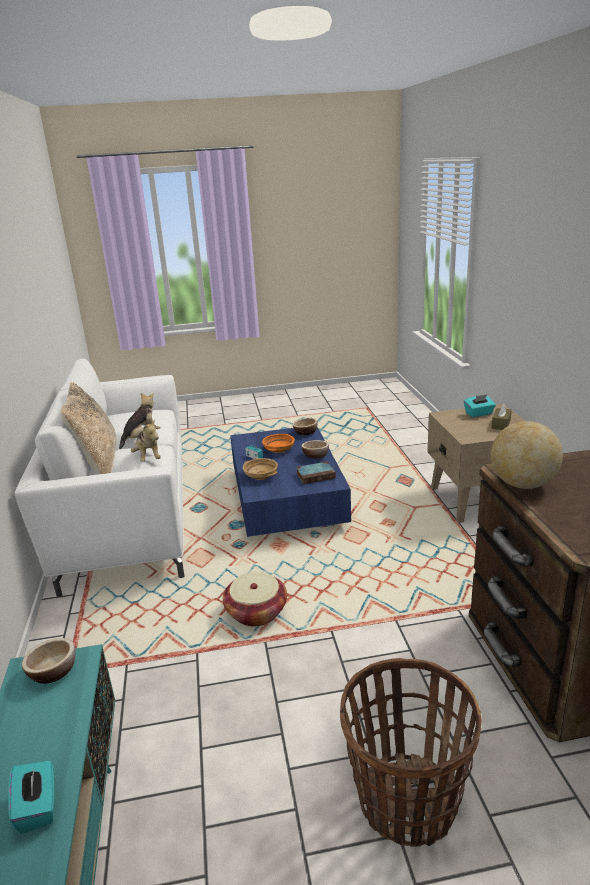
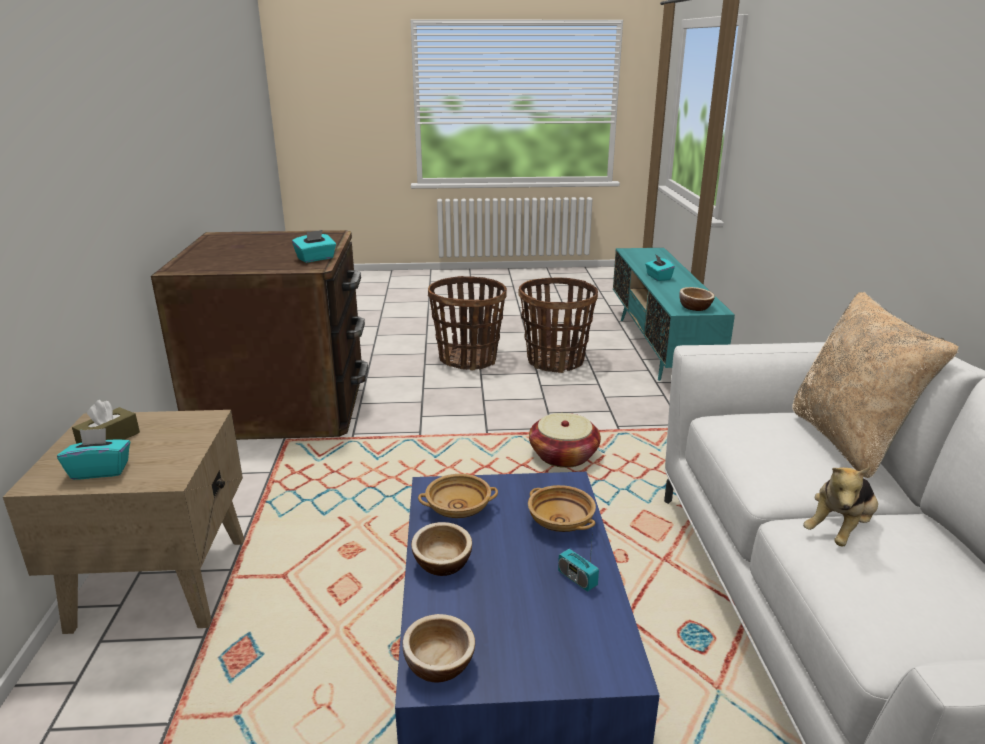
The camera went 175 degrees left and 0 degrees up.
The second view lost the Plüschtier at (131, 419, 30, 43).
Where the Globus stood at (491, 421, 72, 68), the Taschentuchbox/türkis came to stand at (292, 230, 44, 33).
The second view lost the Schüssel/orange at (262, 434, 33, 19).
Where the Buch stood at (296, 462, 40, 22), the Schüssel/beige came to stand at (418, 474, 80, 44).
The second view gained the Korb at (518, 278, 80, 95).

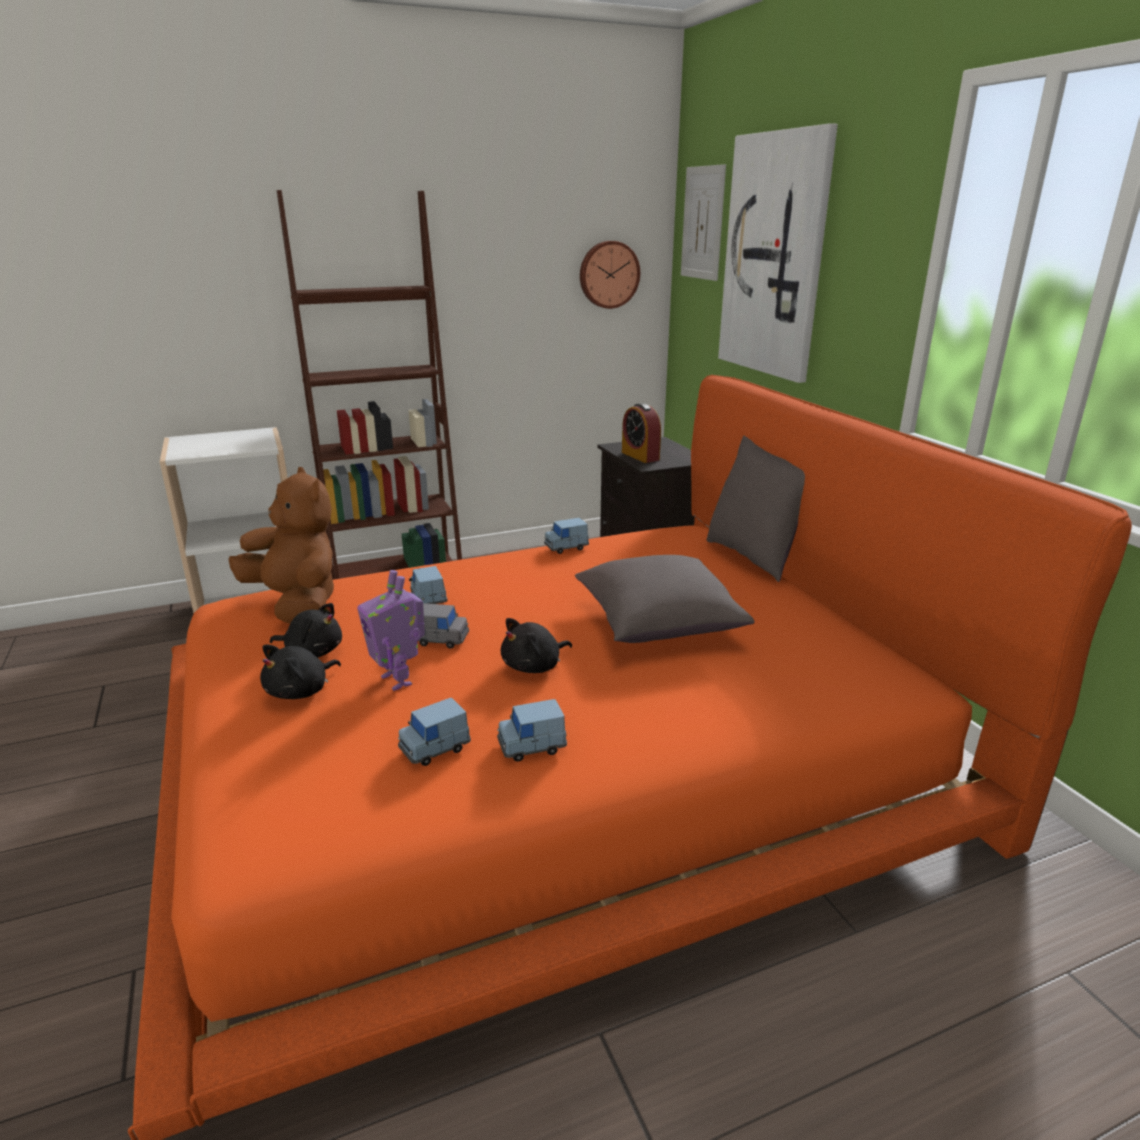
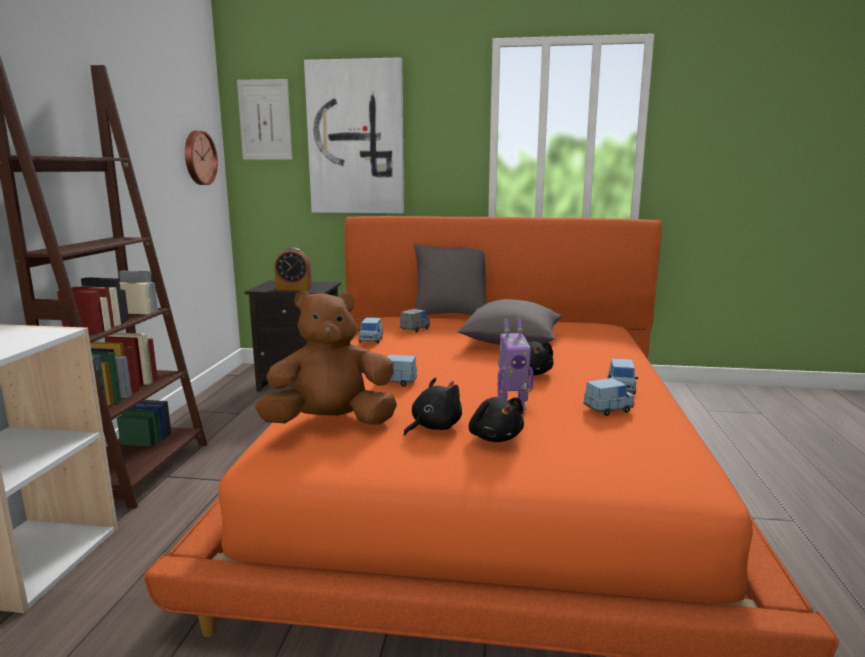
The camera went 60 degrees left and 10 degrees down.
The Spielzeugauto/grau ended up elsewhere, having gone from (418, 603, 51, 45) to (400, 309, 30, 23).
The Spielzeugauto/blau at (398, 698, 73, 68) ended up facing another way, 105 degrees counterclockwise from before.

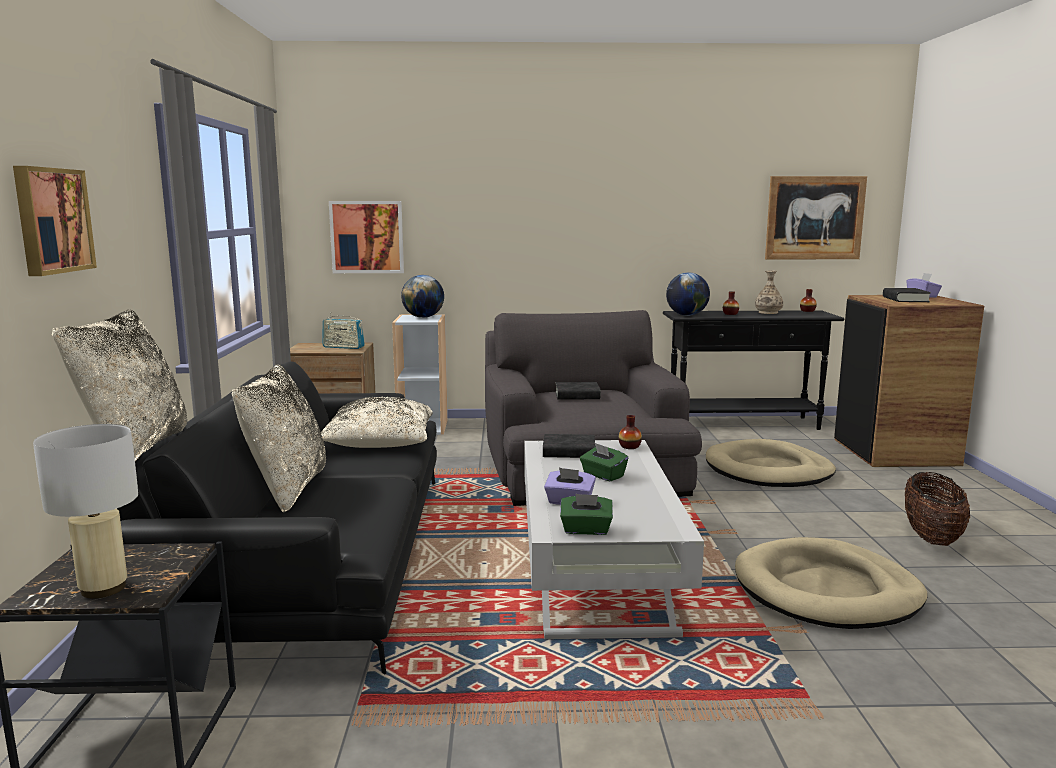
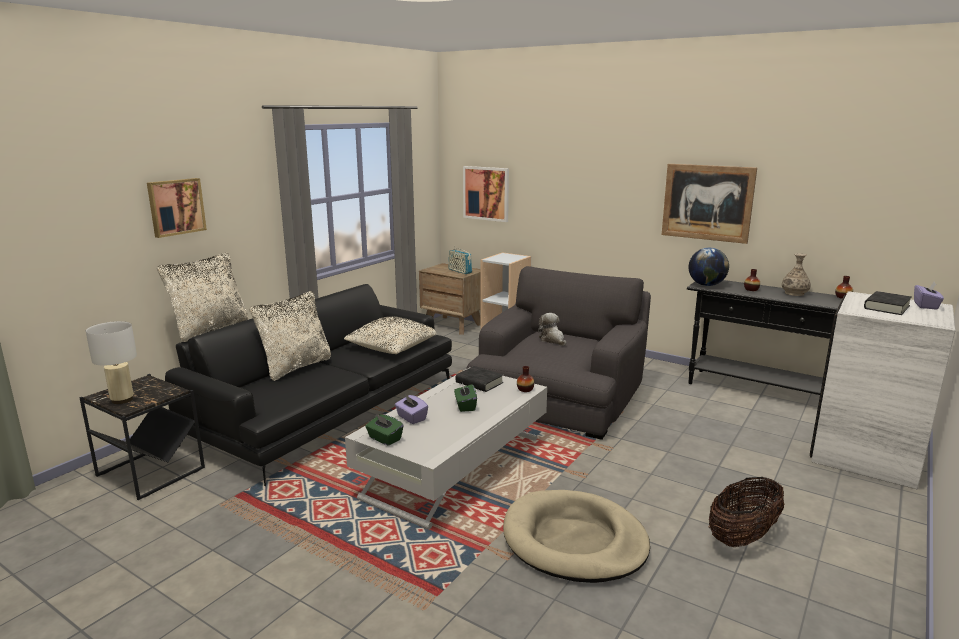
The camera went 35 degrees right and 5 degrees up.
The Bild ended up elsewhere, having gone from (765, 176, 102, 83) to (662, 164, 95, 80).
The second view lost the Globus at (401, 275, 43, 43).
What was the Schrank/braun at (834, 295, 150, 172) turned into the Schrank/weiß at (810, 291, 146, 198).
Where the Buch/schwarz stood at (555, 382, 46, 18), the Plüschtier came to stand at (538, 313, 28, 33).
The second view lost the Hundebett/beige at (706, 439, 130, 48).

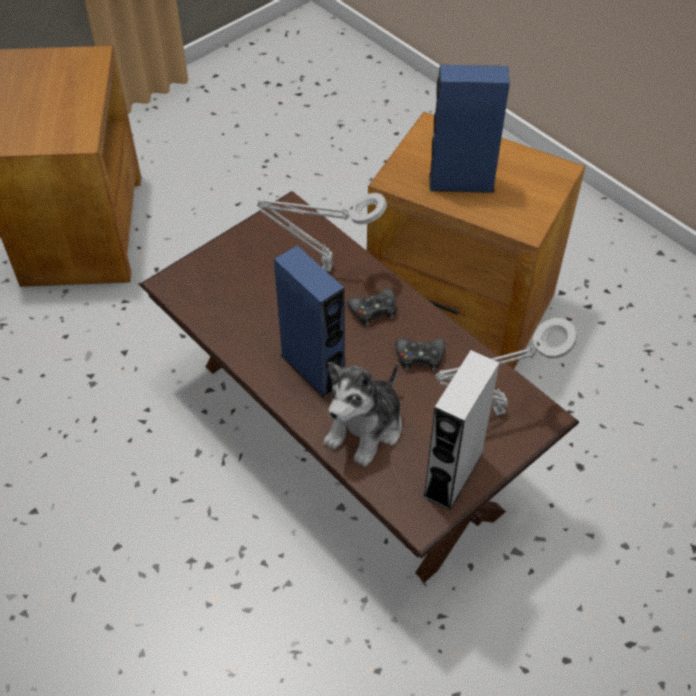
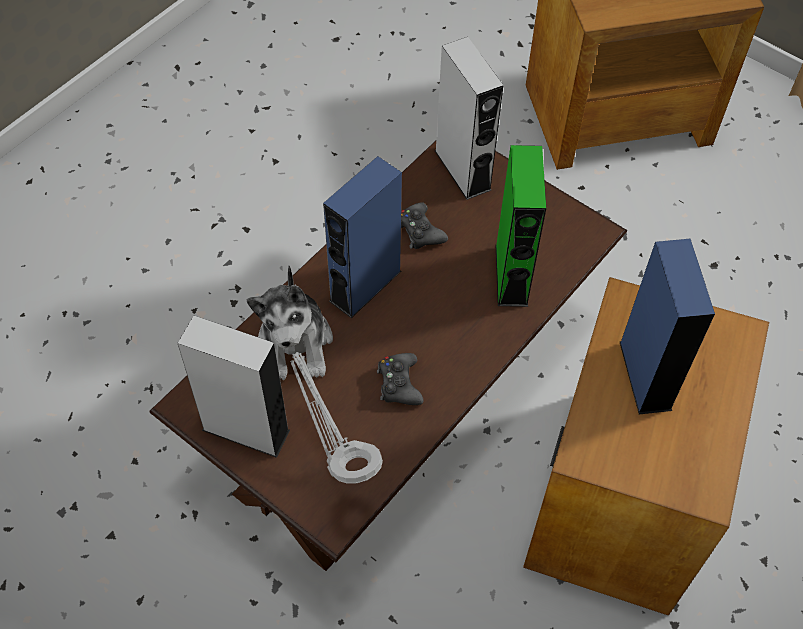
The camera went 80 degrees right and 5 degrees up.
Where the Tischlampe/grau stood at (257, 193, 130, 79), the Lautsprecher/grün came to stand at (496, 145, 50, 162).
The Gamepad/schwarz ended up elsewhere, having gone from (347, 288, 49, 38) to (401, 202, 47, 47).
The Plüschtier at (323, 362, 79, 105) ended up facing another way, 120 degrees counterclockwise from before.
The second view gained the Lautsprecher/grau at (435, 37, 69, 163).

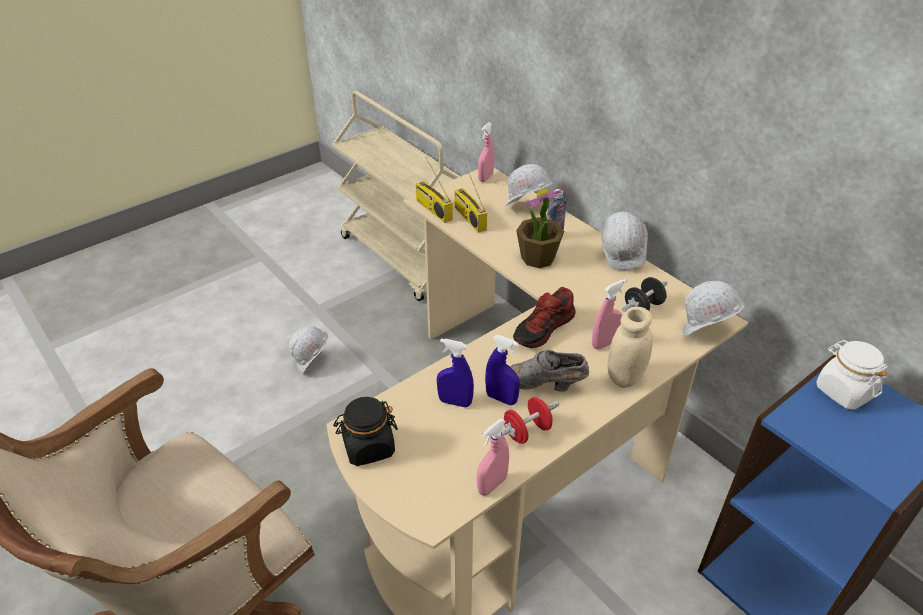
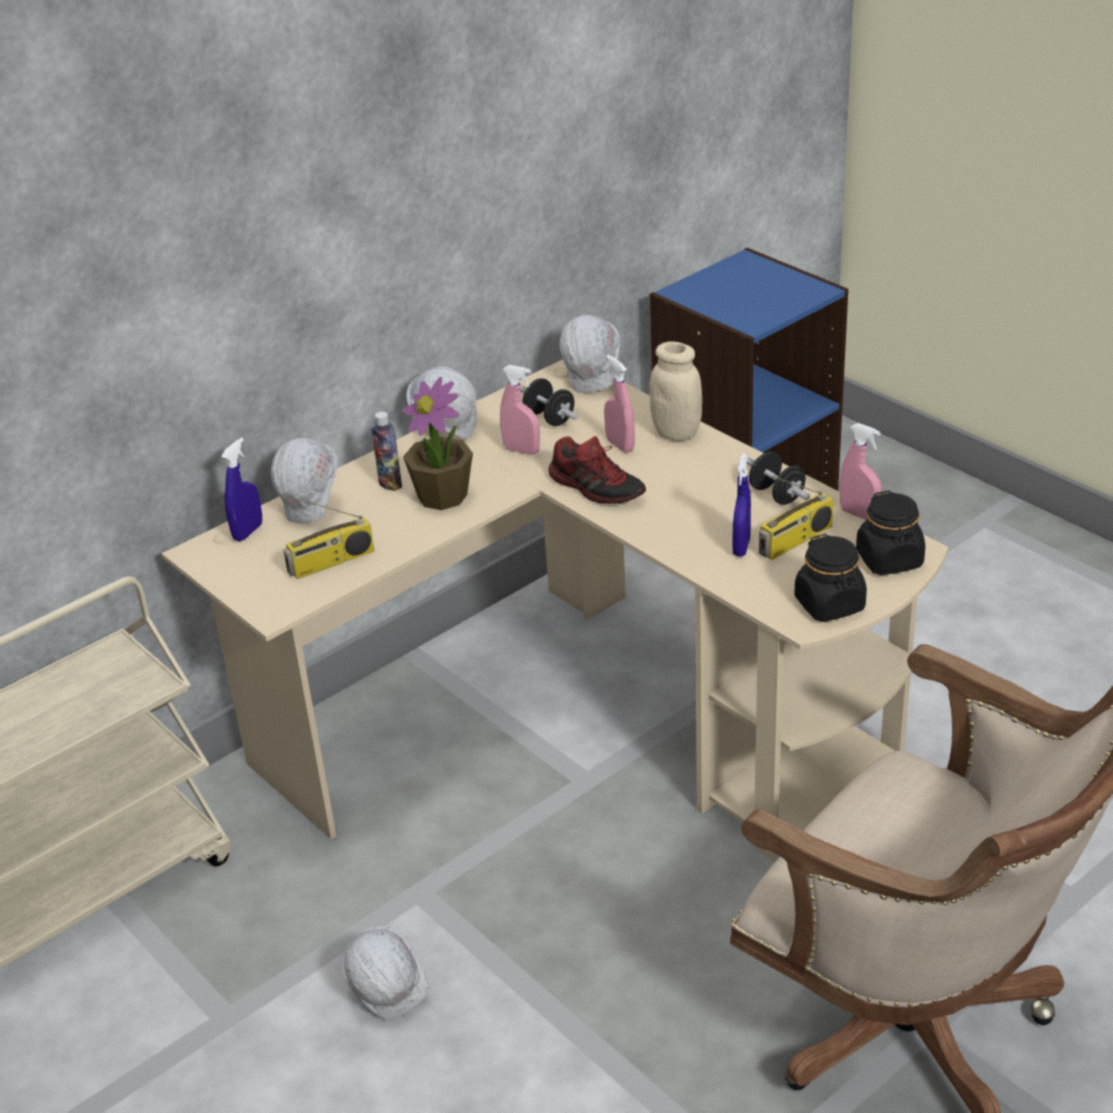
The camera went 90 degrees left and 5 degrees down.
The Sprühflasche/rosa ended up elsewhere, having gone from (478, 122, 17, 60) to (500, 365, 40, 90).
The Radio ended up elsewhere, having gone from (416, 158, 37, 65) to (759, 476, 74, 84).
The Sprühflasche/blau ended up elsewhere, having gone from (485, 335, 35, 70) to (221, 438, 41, 103).
The second view lost the Vorratsglas/weiß at (817, 340, 71, 70).
The second view lost the Schuh/grau at (510, 350, 79, 42).
What was the Hantel/rot at (502, 397, 57, 47) turned into the Hantel/schwarz at (747, 451, 63, 54).
The second view gained the Vorratsglas/schwarz at (856, 491, 69, 84).

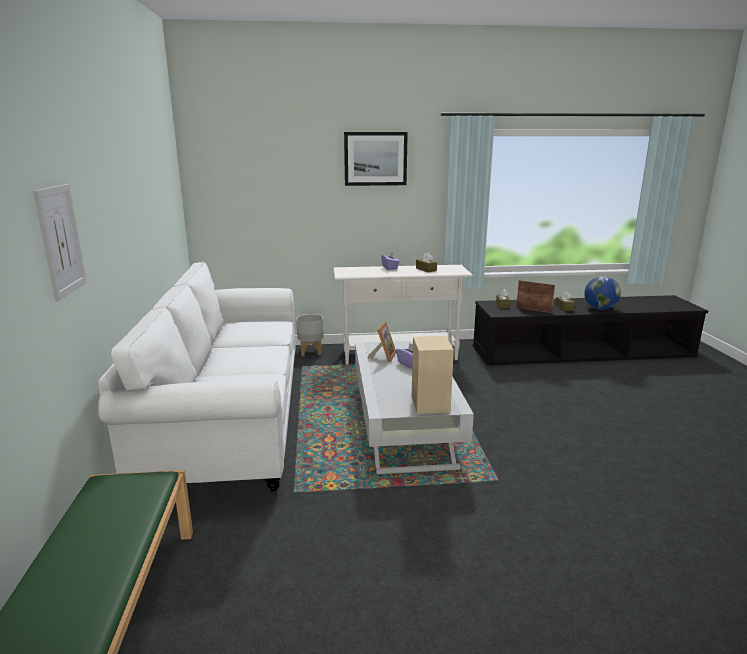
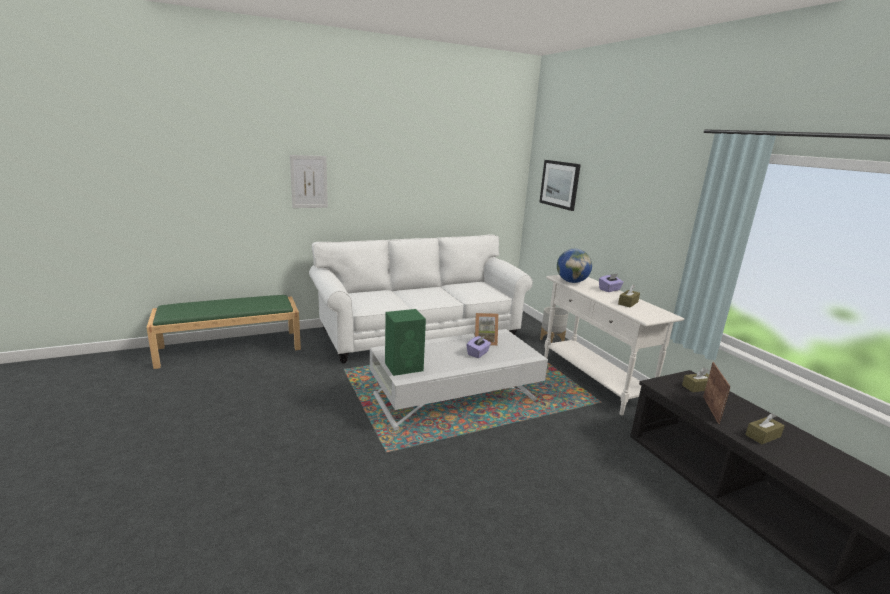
The camera went 70 degrees right and 0 degrees up.
The Bild ended up elsewhere, having gone from (344, 132, 64, 54) to (540, 160, 41, 51).
The Globus ended up elsewhere, having gone from (584, 276, 37, 34) to (557, 249, 35, 34).
What was the Lautsprecher/beige at (411, 336, 43, 78) turned into the Lautsprecher/grün at (385, 309, 41, 67).

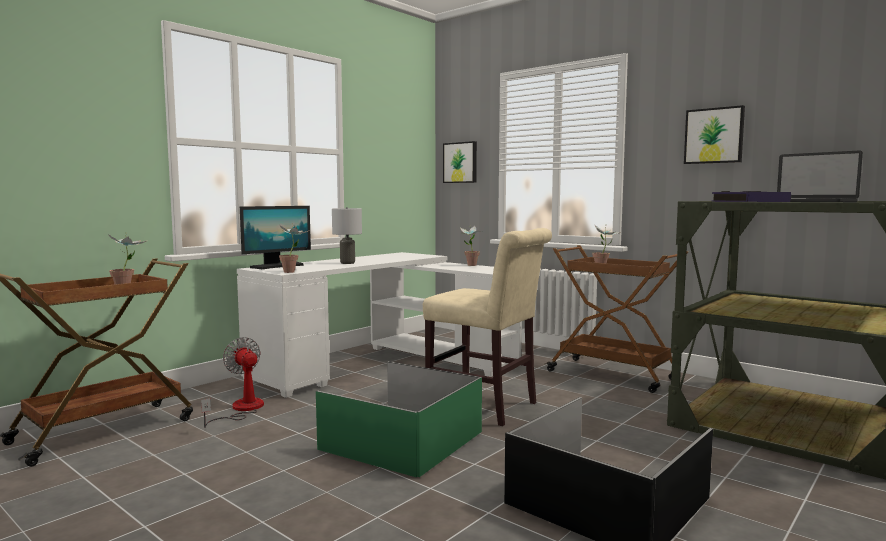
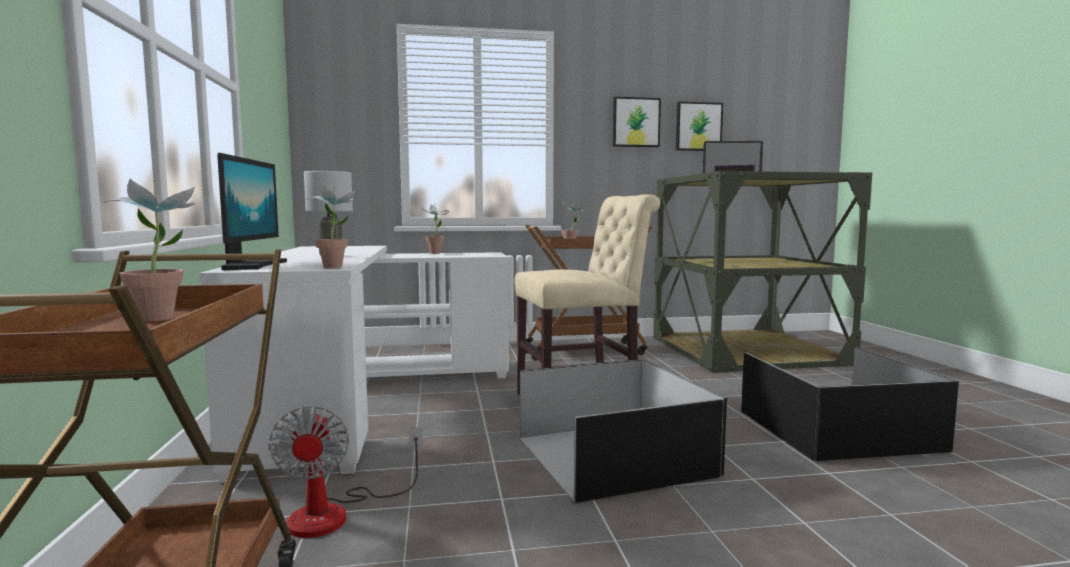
The camera went 50 degrees left and 0 degrees up.
The Bild ended up elsewhere, having gone from (443, 141, 34, 42) to (676, 102, 47, 49).
The Ventilator at (201, 337, 63, 91) ended up facing another way, 105 degrees counterclockwise from before.
What was the Aufbewahrungsbox/grün at (316, 361, 166, 116) turned into the Aufbewahrungsbox/schwarz at (520, 359, 207, 144).

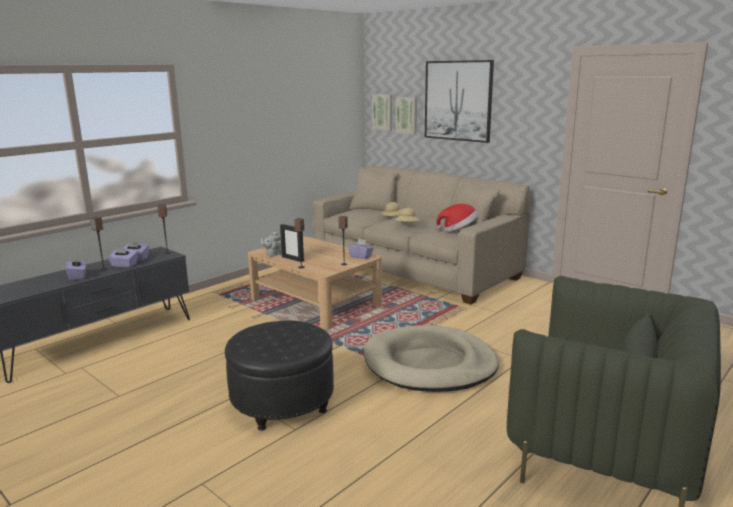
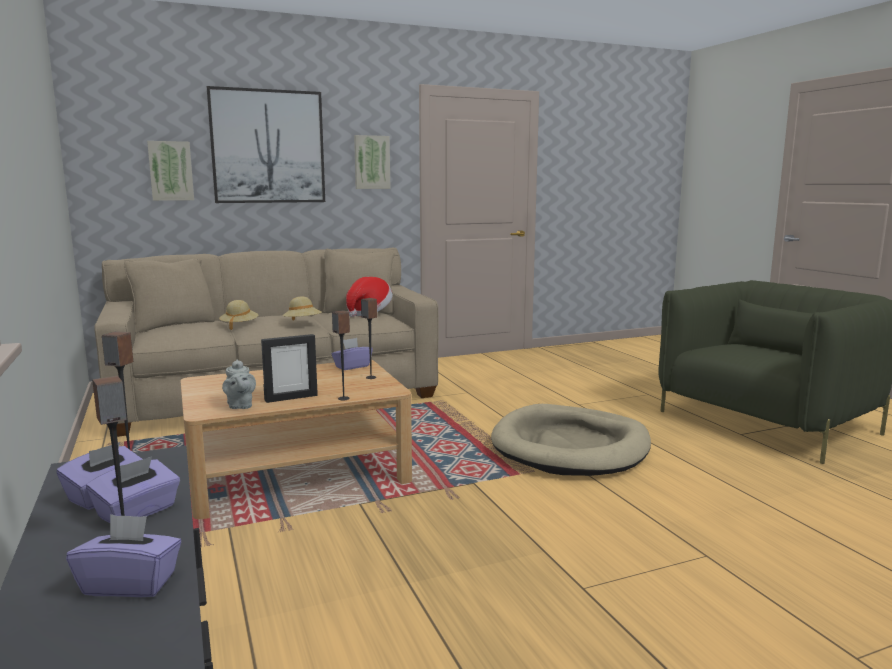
The camera went 65 degrees left and 5 degrees down.
The Bild ended up elsewhere, having gone from (372, 94, 20, 37) to (354, 135, 36, 54).
The second view lost the Polsterhocker/schwarz at (225, 320, 109, 111).

